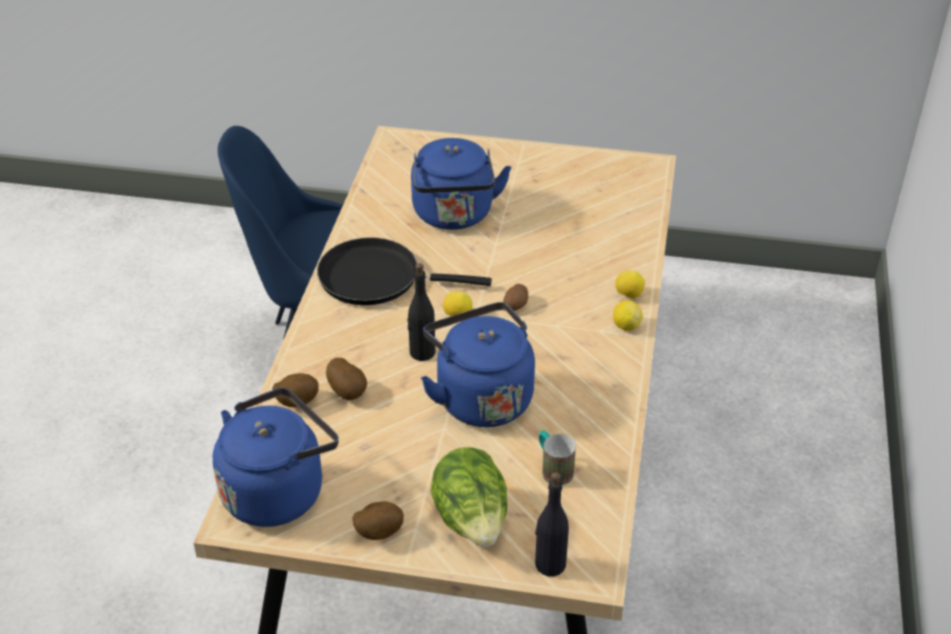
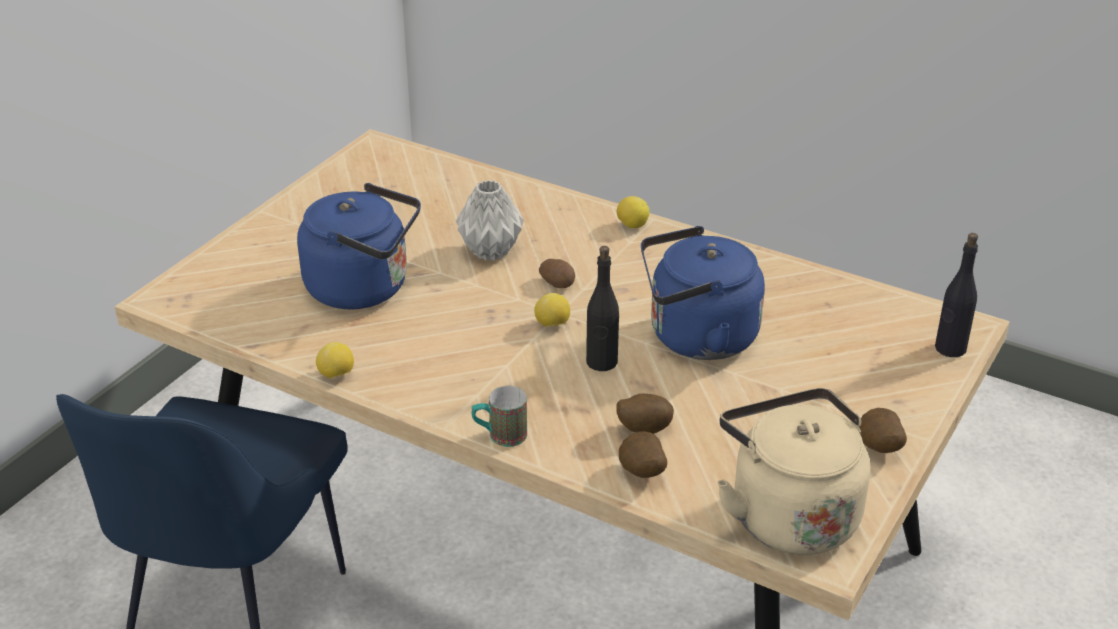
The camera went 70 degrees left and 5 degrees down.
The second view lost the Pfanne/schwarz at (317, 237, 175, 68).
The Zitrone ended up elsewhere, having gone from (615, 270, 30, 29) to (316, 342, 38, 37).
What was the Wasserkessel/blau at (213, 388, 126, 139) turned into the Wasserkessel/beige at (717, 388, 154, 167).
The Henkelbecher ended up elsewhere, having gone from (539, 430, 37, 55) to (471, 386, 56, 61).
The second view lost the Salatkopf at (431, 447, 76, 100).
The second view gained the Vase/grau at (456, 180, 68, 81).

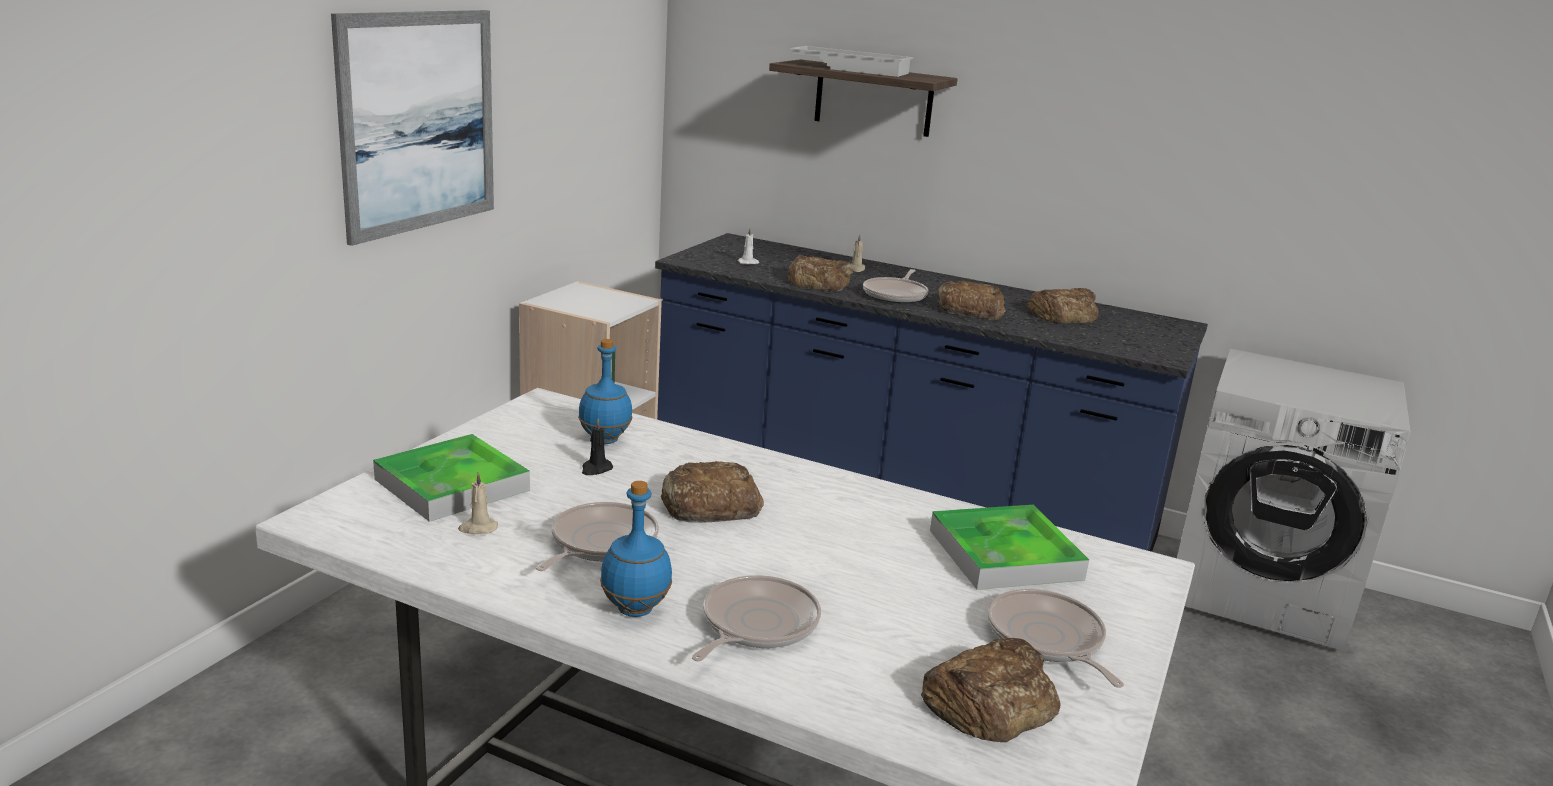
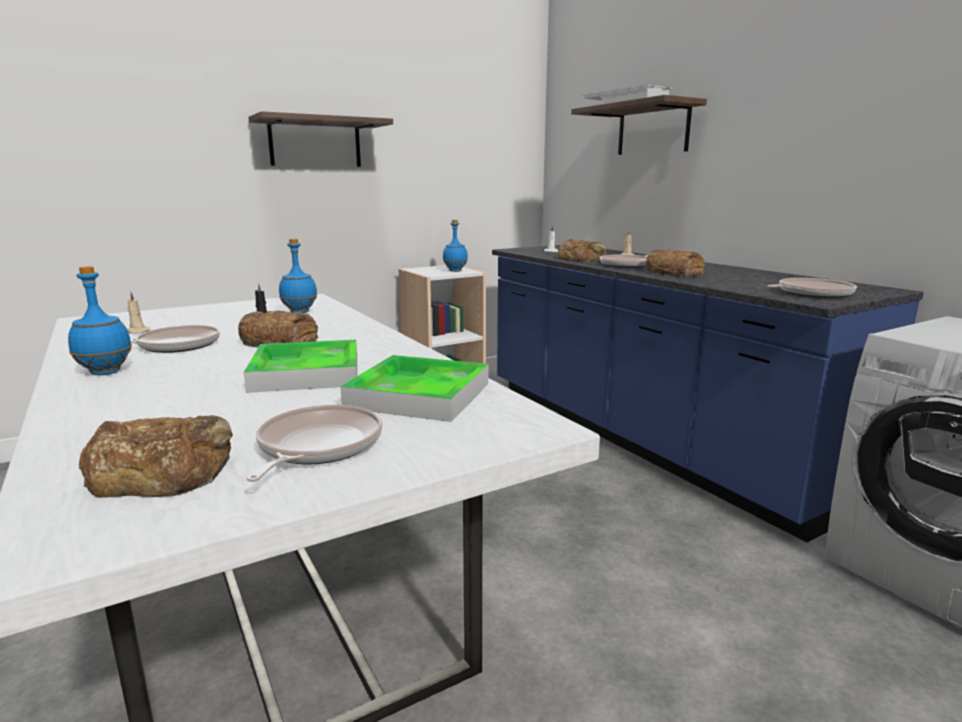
The camera went 35 degrees right and 5 degrees down.
Where the Bild hung at (331, 10, 163, 236), the Wandregal came to hang at (248, 111, 145, 56).
The second view lost the Brot at (1026, 288, 73, 36).
The Tablett ended up elsewhere, having gone from (373, 434, 157, 88) to (244, 340, 113, 53).
The Pfanne ended up elsewhere, having gone from (692, 575, 129, 87) to (768, 278, 89, 20).
The second view gained the Flasche/blau at (443, 220, 25, 52).

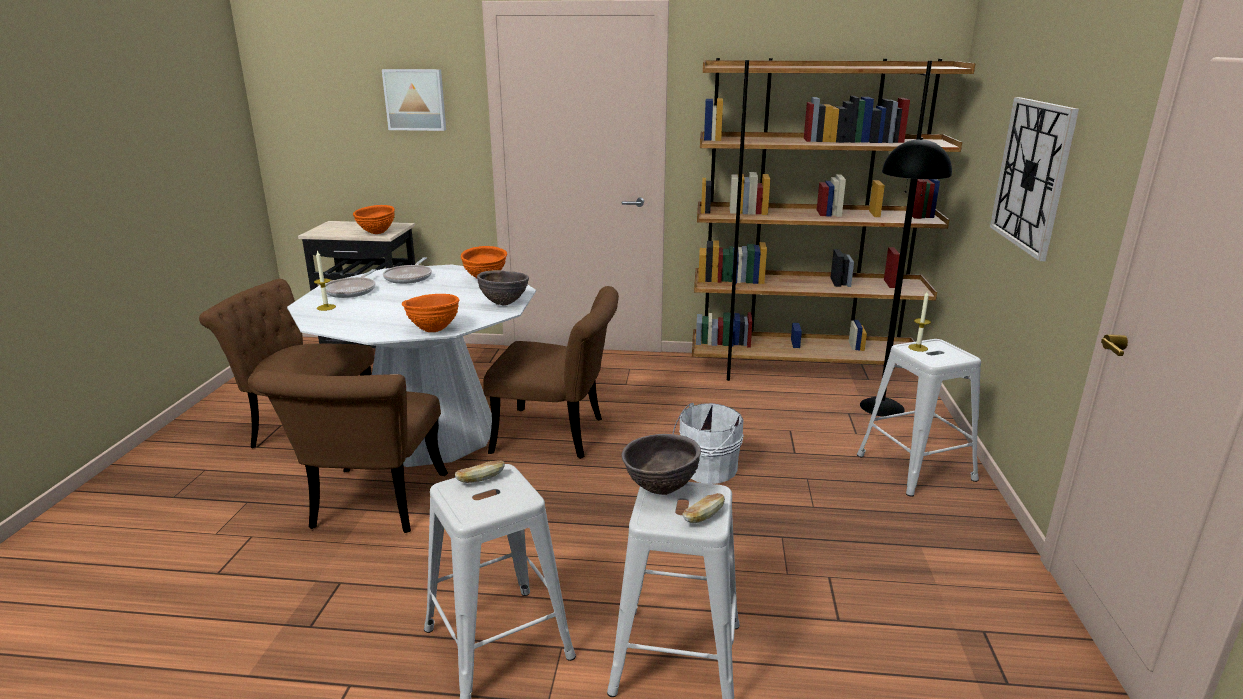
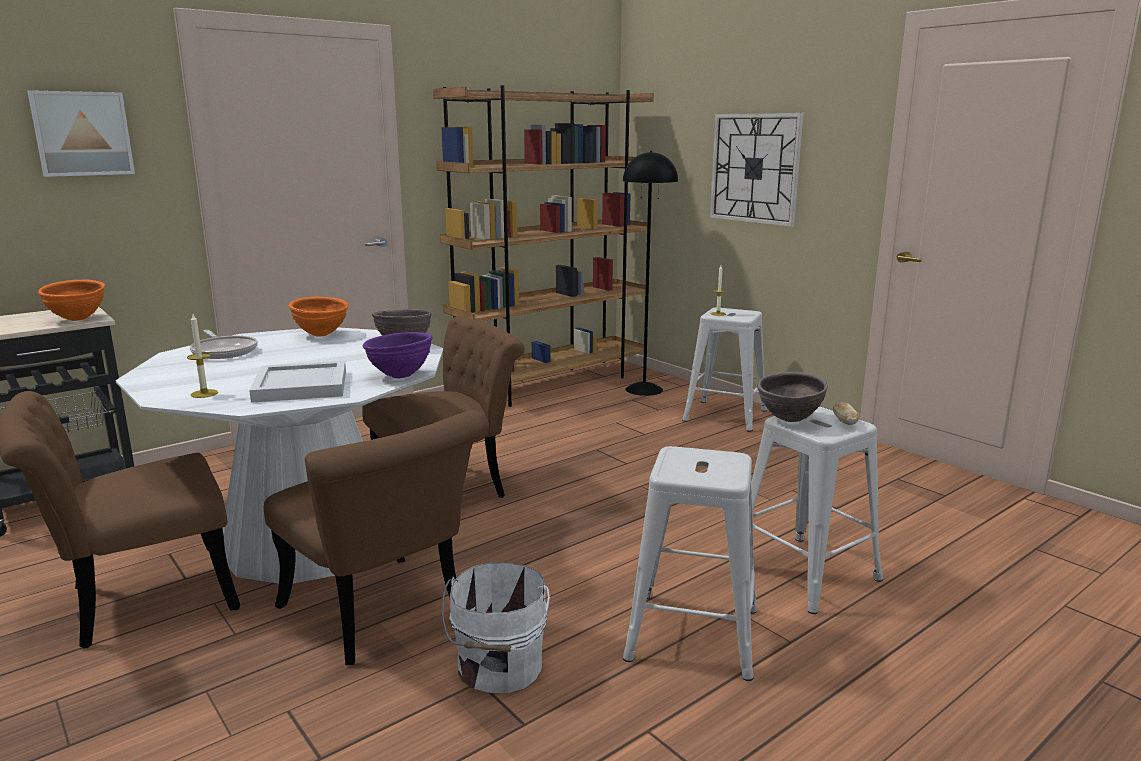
The camera went 45 degrees left and 5 degrees down.
The second view lost the Pfanne at (325, 269, 51, 29).
What was the Schüssel/orange at (402, 294, 57, 38) turned into the Schüssel/lila at (362, 332, 71, 47).
The Eimer/weiß ended up elsewhere, having gone from (673, 403, 71, 81) to (442, 562, 108, 131).
The second view lost the Brot at (455, 460, 50, 23).
The second view gained the Tablett/weiß at (249, 361, 97, 42).

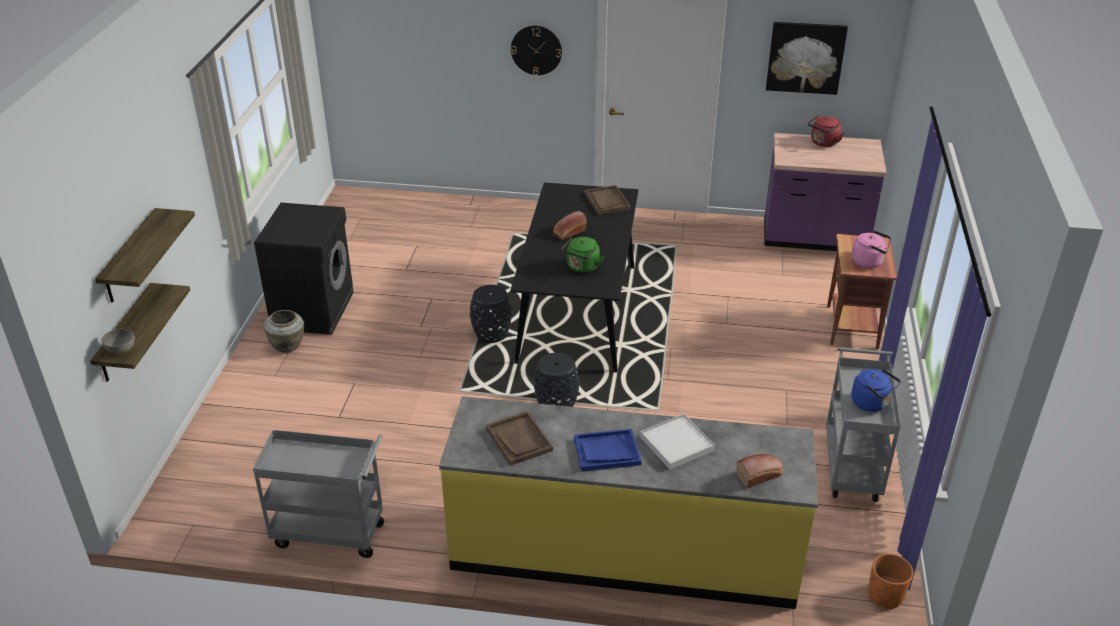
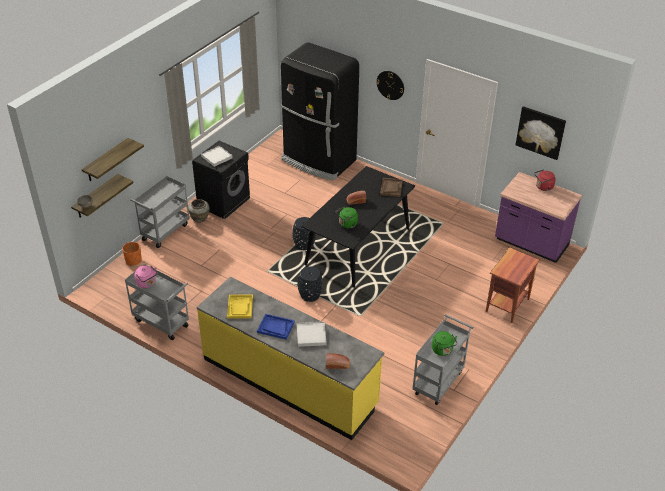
The camera went 25 degrees right and 5 degrees up.
The Wasserkessel/rosa ended up elsewhere, having gone from (852, 230, 39, 38) to (134, 266, 24, 22).
What was the Wasserkessel/blau at (851, 369, 50, 43) turned into the Wasserkessel/grün at (432, 331, 26, 25).
What was the Tablett/braun at (486, 411, 67, 55) turned into the Tablett/gelb at (227, 295, 26, 24).
The Pflanzkübel/orange ended up elsewhere, having gone from (868, 553, 45, 56) to (122, 242, 20, 24).
The second view gained the Kühlschrank/schwarz at (281, 42, 78, 139).
The second view gained the Tablett/weiß at (201, 145, 32, 22).
The second view gained the Rollwagen/grau at (130, 176, 60, 72).

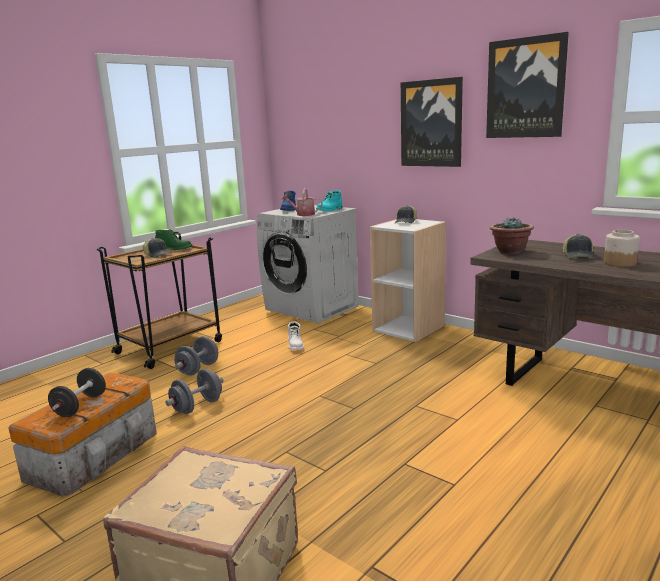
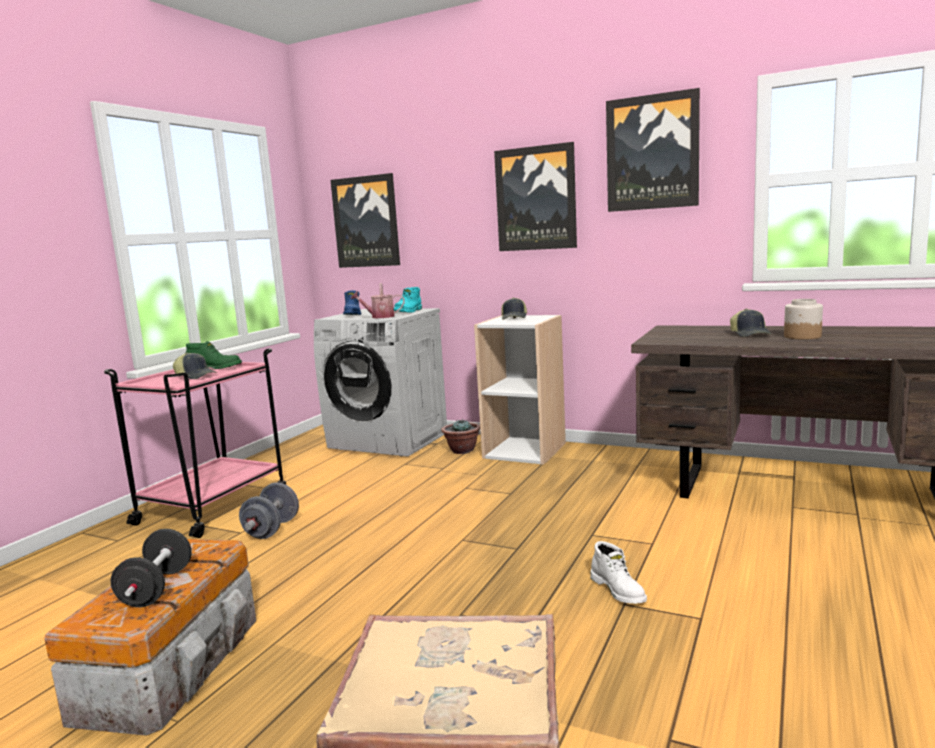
The camera went 15 degrees left and 5 degrees down.
The Topfpflanze ended up elsewhere, having gone from (490, 217, 44, 37) to (441, 419, 39, 35).
What was the Rollwagen/braun at (97, 232, 125, 137) turned into the Rollwagen/rosa at (104, 348, 182, 190).
The Stiefel/weiß ended up elsewhere, having gone from (288, 321, 16, 29) to (590, 541, 57, 63).
The second view lost the Hantel/grau at (166, 369, 58, 45).
The second view gained the Bild at (331, 173, 69, 95).

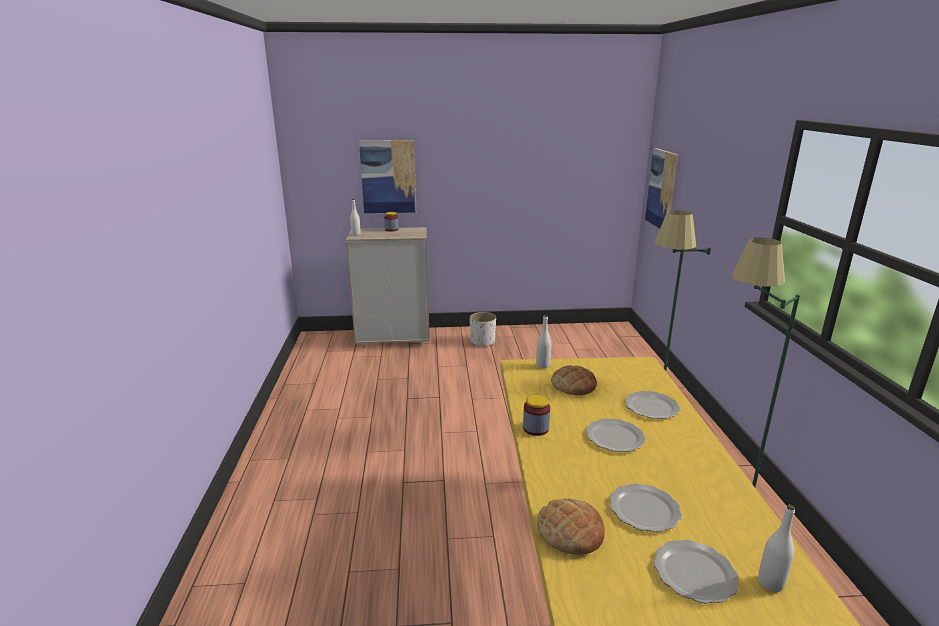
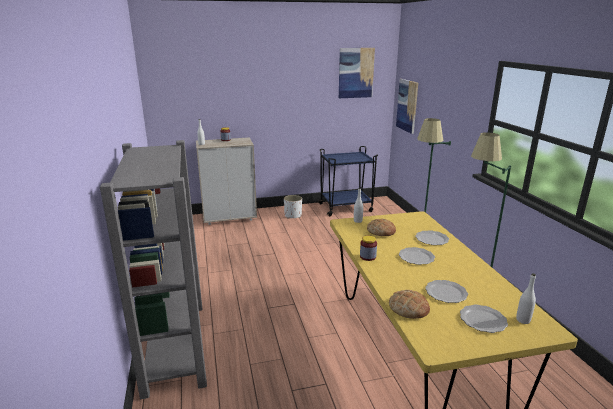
The camera went 10 degrees left and 0 degrees up.
The Bild ended up elsewhere, having gone from (359, 140, 57, 73) to (339, 48, 36, 50).
The second view gained the Bücherregal/grau at (100, 140, 107, 259).
The second view gained the Rollwagen/blau at (318, 146, 60, 70).

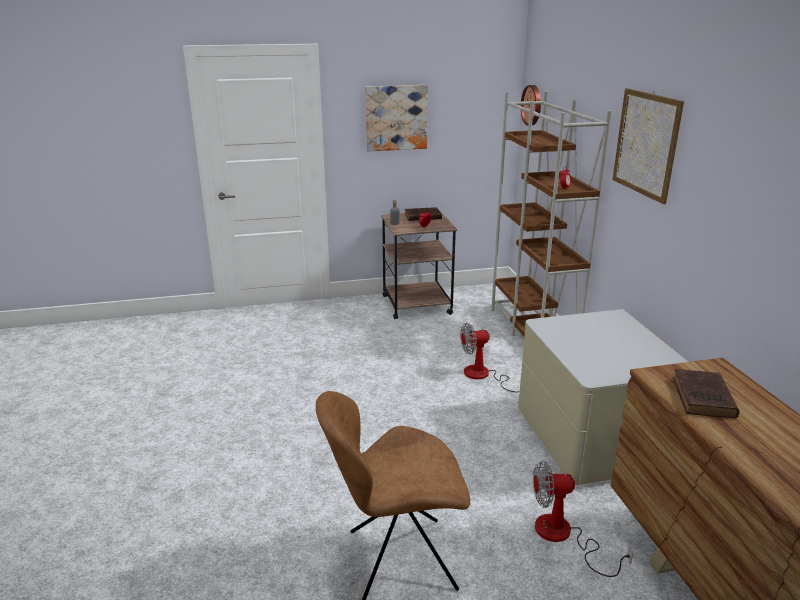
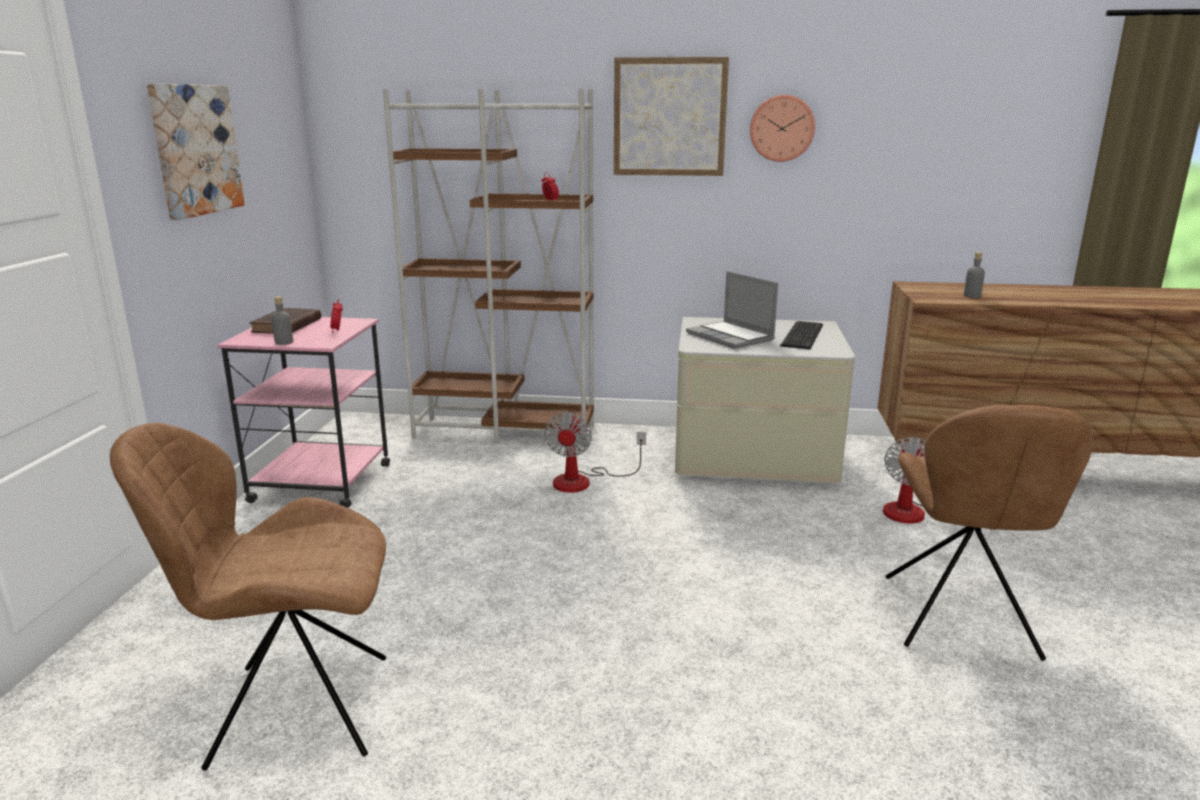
The camera went 70 degrees left and 5 degrees down.
The Wanduhr ended up elsewhere, having gone from (521, 85, 20, 41) to (750, 95, 65, 67).
What was the Rollwagen/braun at (381, 213, 76, 106) turned into the Rollwagen/rosa at (217, 317, 173, 191).
Where the Buch/braun stood at (673, 369, 67, 49), the Flasche/grau came to stand at (964, 252, 21, 46).
The second view gained the Laptop at (686, 271, 92, 78).
The second view gained the Tastatur at (780, 321, 43, 28).
The second view gained the Stuhl/braun at (110, 423, 276, 348).

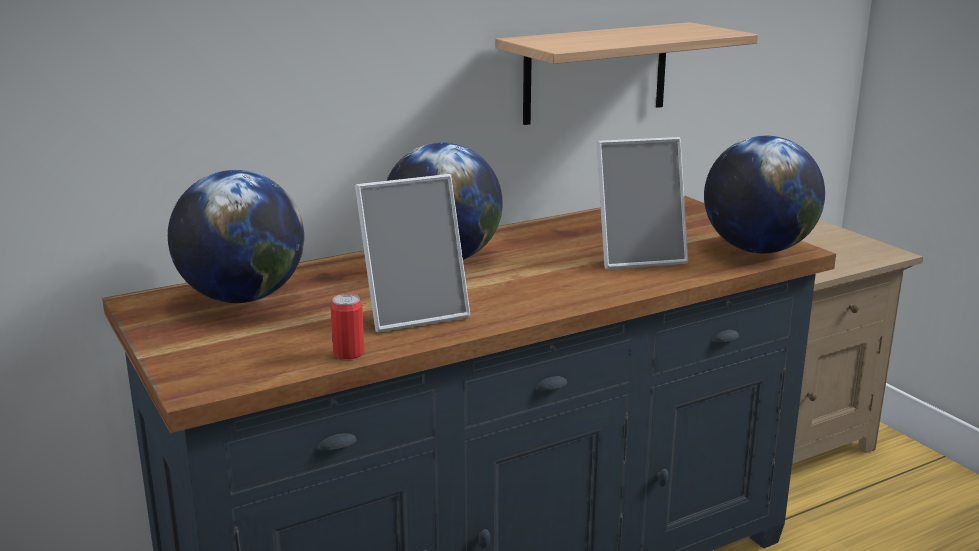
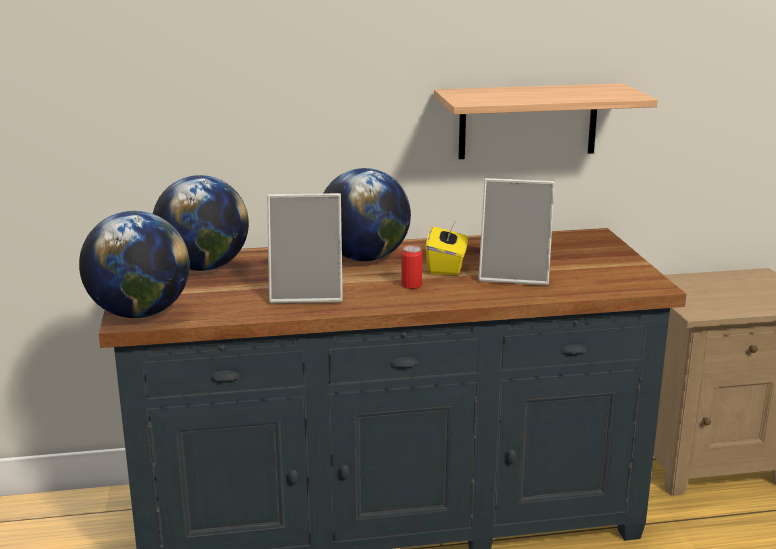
The camera went 20 degrees right and 0 degrees up.
The Globus ended up elsewhere, having gone from (704, 135, 121, 118) to (79, 211, 111, 107).
The Dose ended up elsewhere, having gone from (331, 294, 34, 65) to (401, 245, 21, 44).
The second view gained the Taschentuchbox/gelb at (426, 220, 42, 55).

